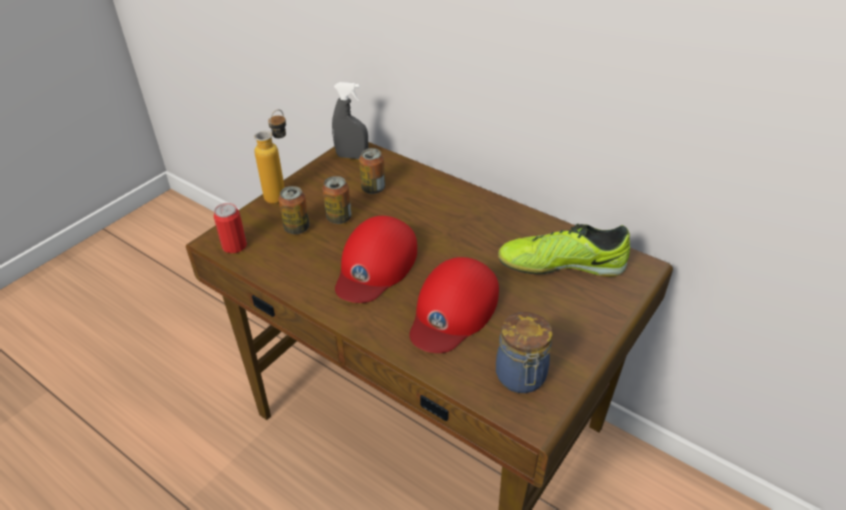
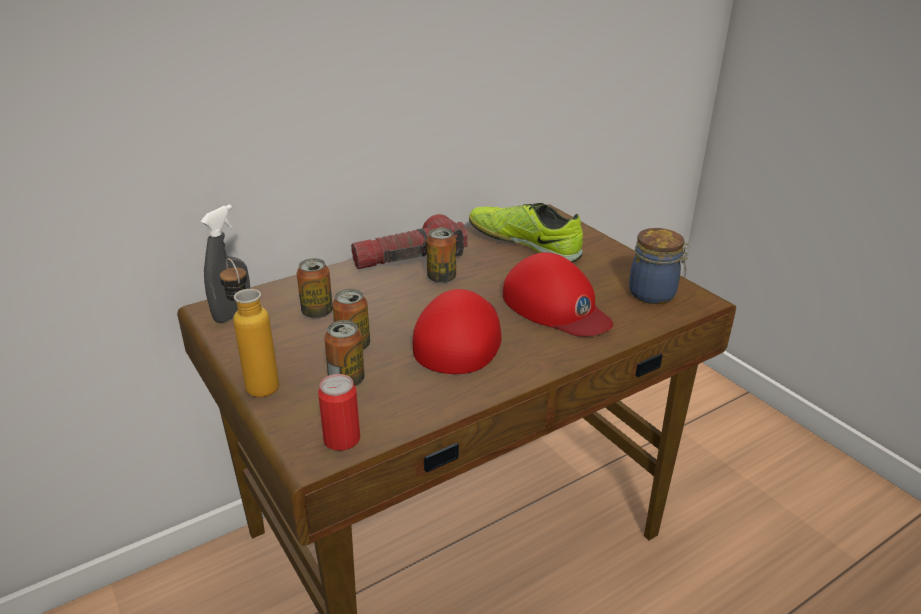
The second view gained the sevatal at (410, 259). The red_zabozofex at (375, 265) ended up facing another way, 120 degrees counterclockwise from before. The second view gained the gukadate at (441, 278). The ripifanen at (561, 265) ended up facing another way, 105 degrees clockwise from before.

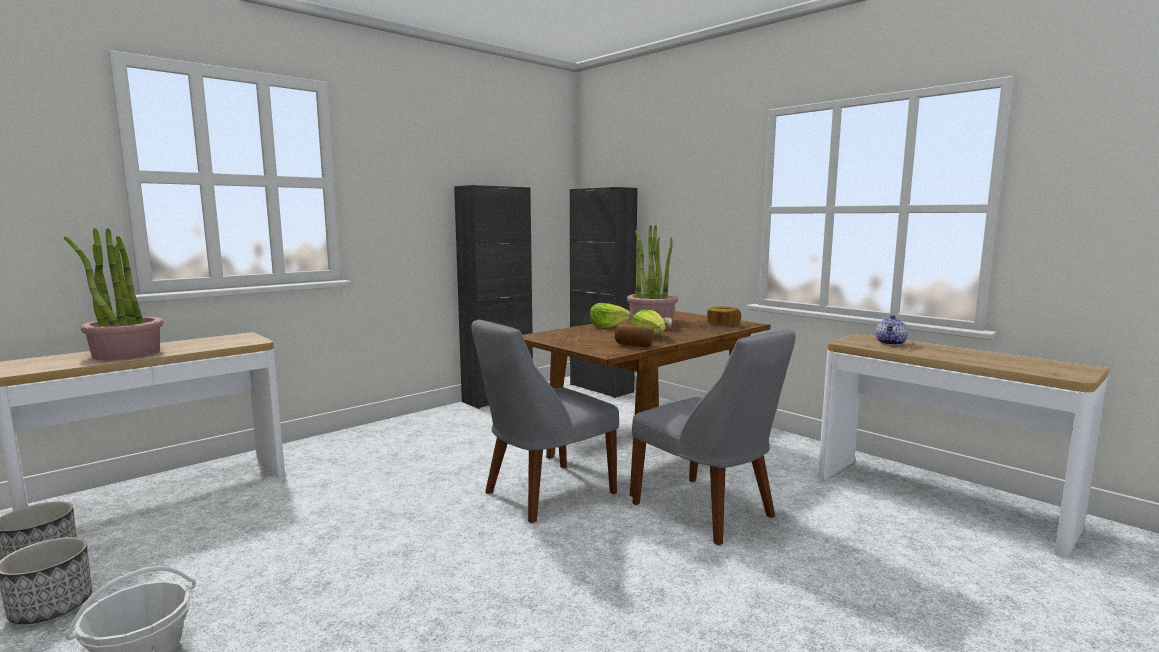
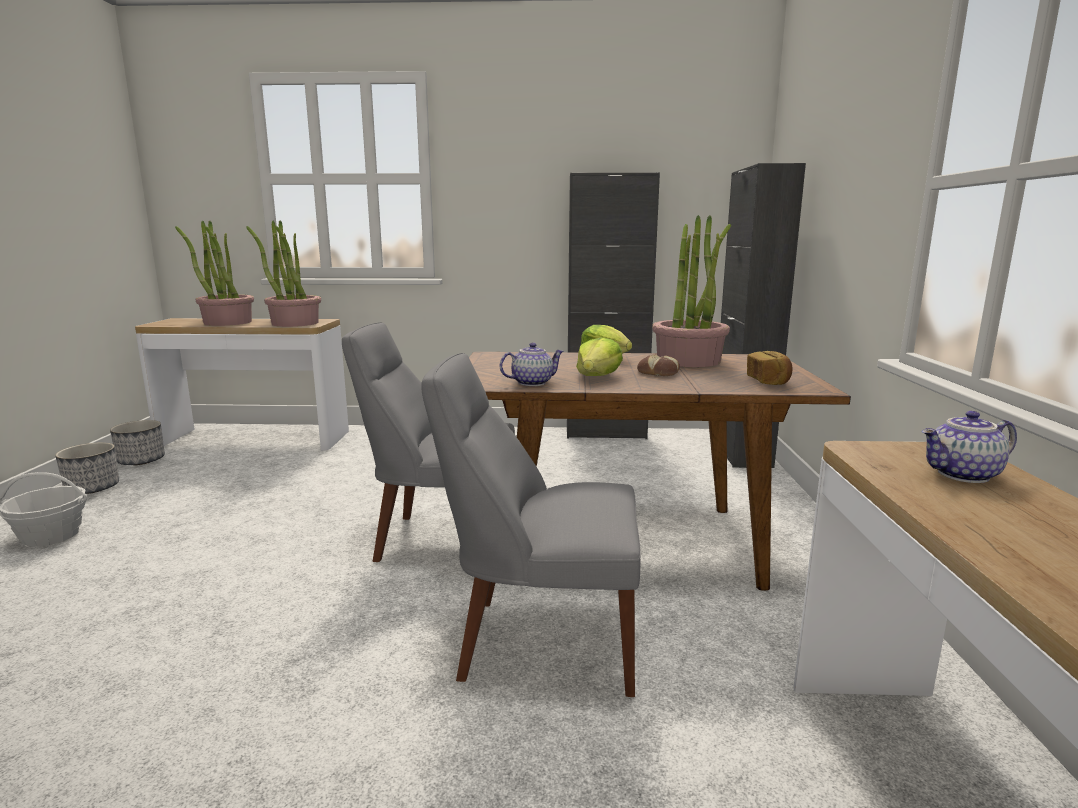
The second view gained the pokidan at (294, 323). The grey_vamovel at (708, 512) ended up facing another way, 90 degrees clockwise from before. Where the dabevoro stood at (634, 345), the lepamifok came to stand at (532, 383).

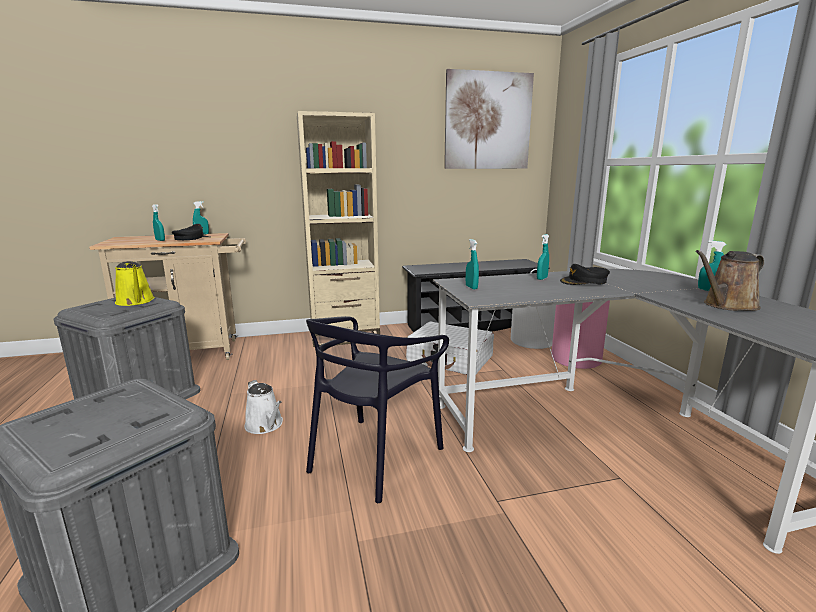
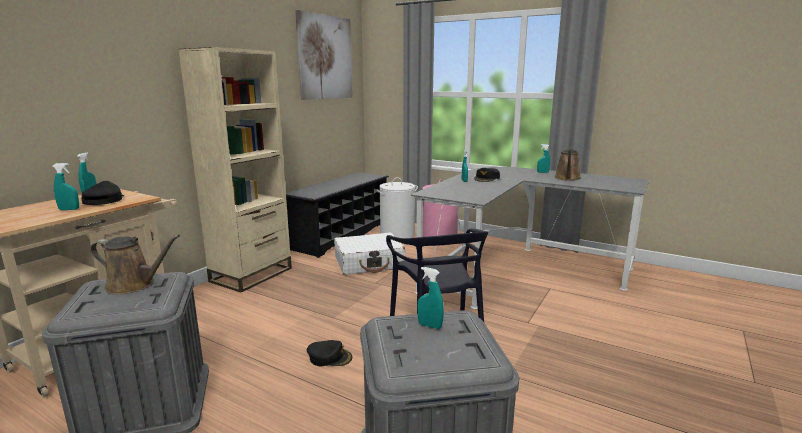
What was the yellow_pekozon at (136, 301) turned into the brown_pekozon at (134, 285). Where the white_pekozon stood at (265, 425), the black_zabozofex came to stand at (329, 357). The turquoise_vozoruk ended up elsewhere, having gone from (471, 287) to (429, 326).

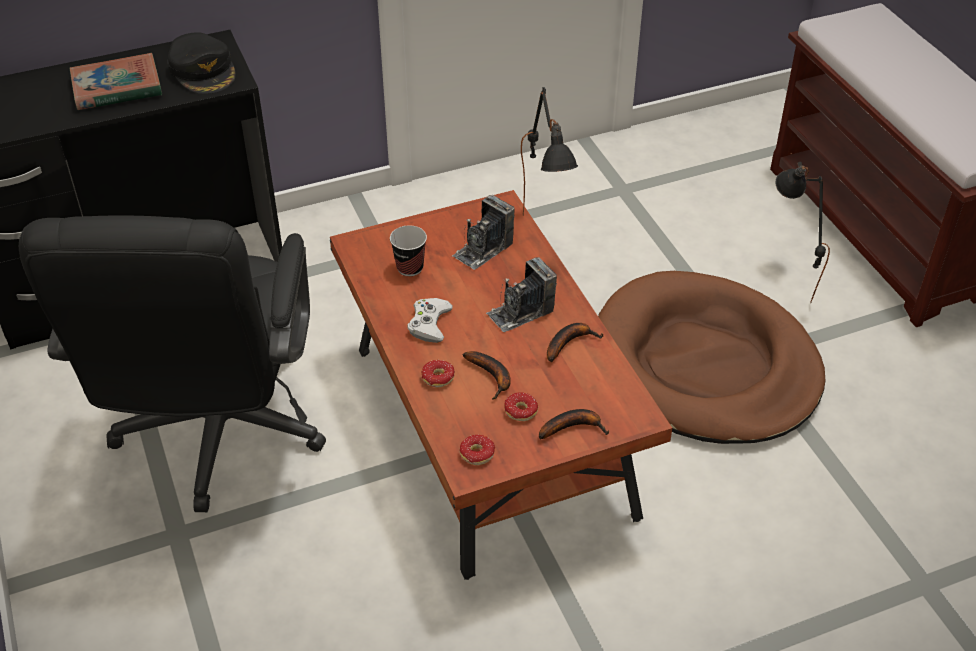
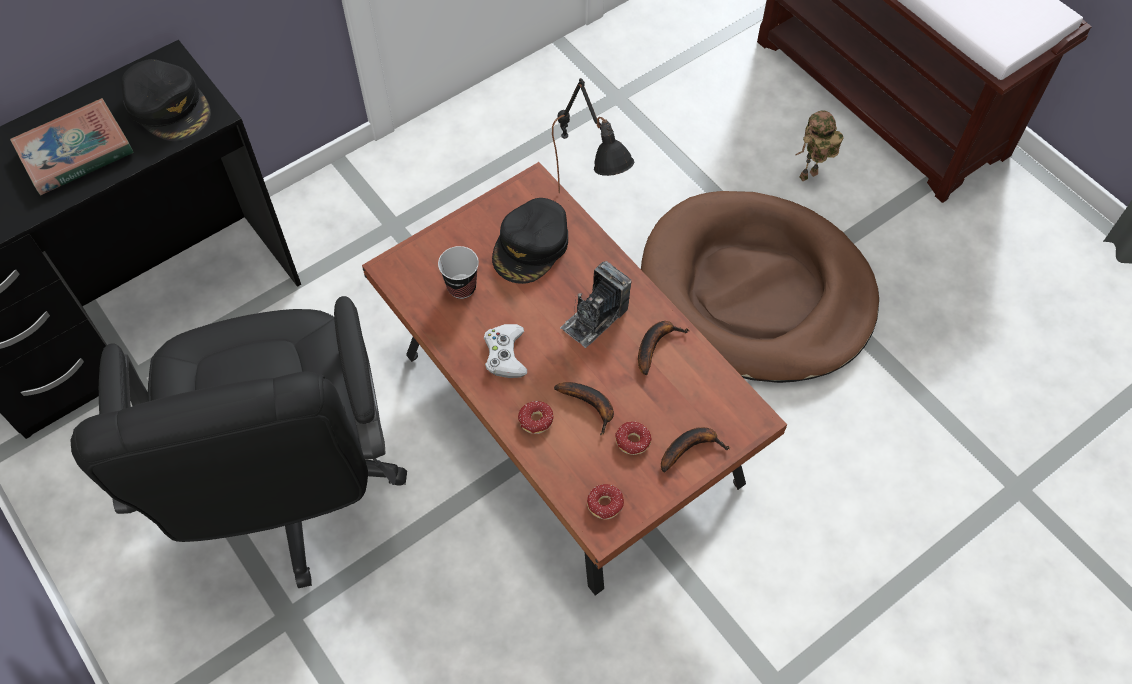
Where the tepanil stood at (483, 249), the black_zabozofex came to stand at (531, 246). Where the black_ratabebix stood at (786, 283), the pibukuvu came to stand at (808, 178).

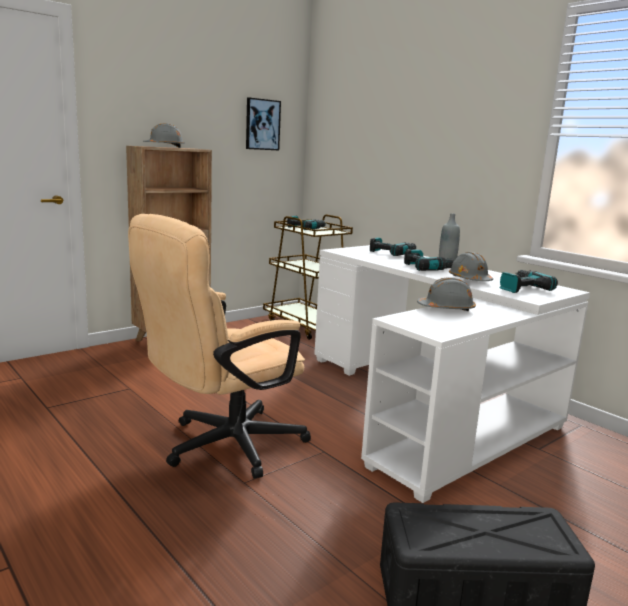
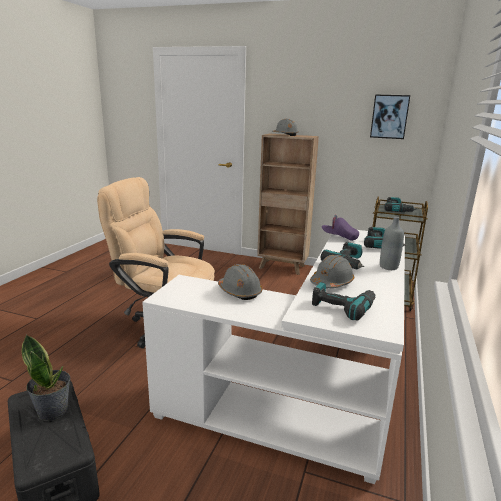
The second view gained the pokidan at (53, 410). The second view gained the purple_zabozofex at (339, 237).

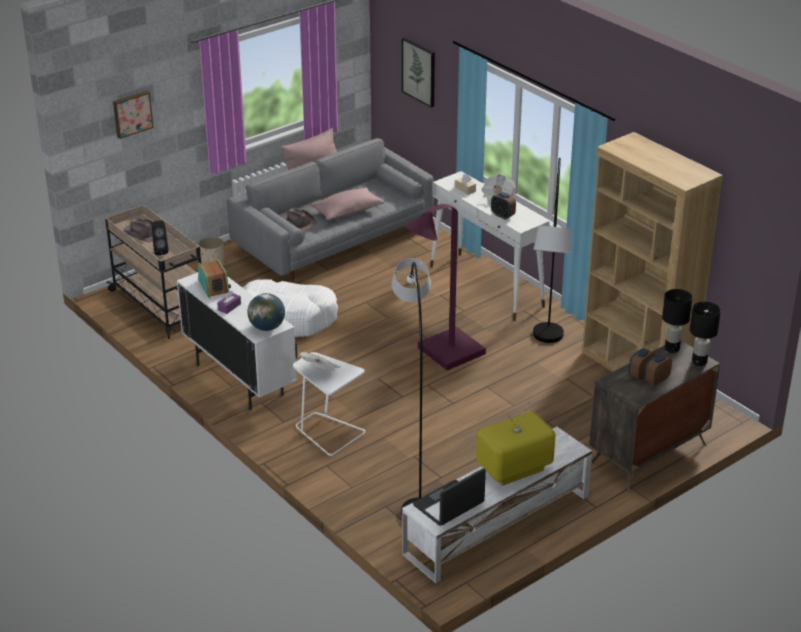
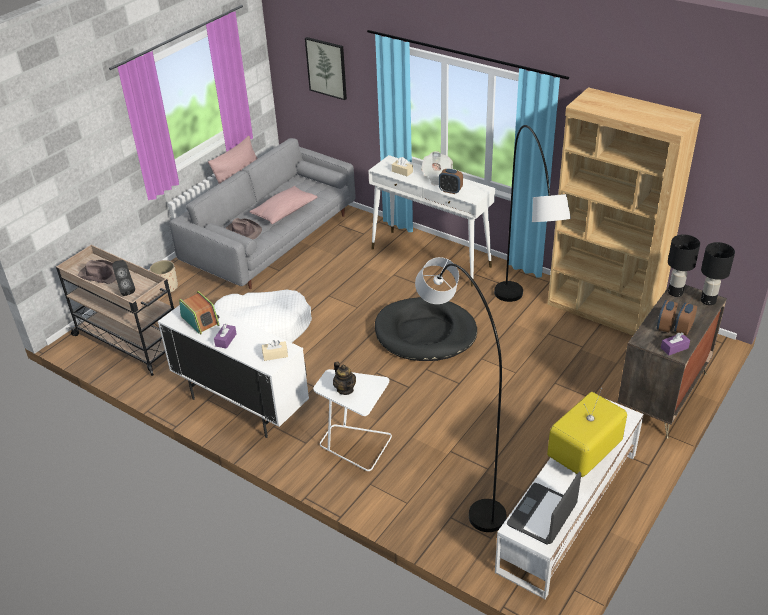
Where the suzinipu stood at (267, 327), the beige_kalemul came to stand at (275, 355). Where the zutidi stood at (320, 370), the lepamifok came to stand at (345, 389). Where the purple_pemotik stood at (443, 354), the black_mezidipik came to stand at (425, 333). The second view gained the purple_kalemul at (674, 348). The second view lost the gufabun at (132, 113).

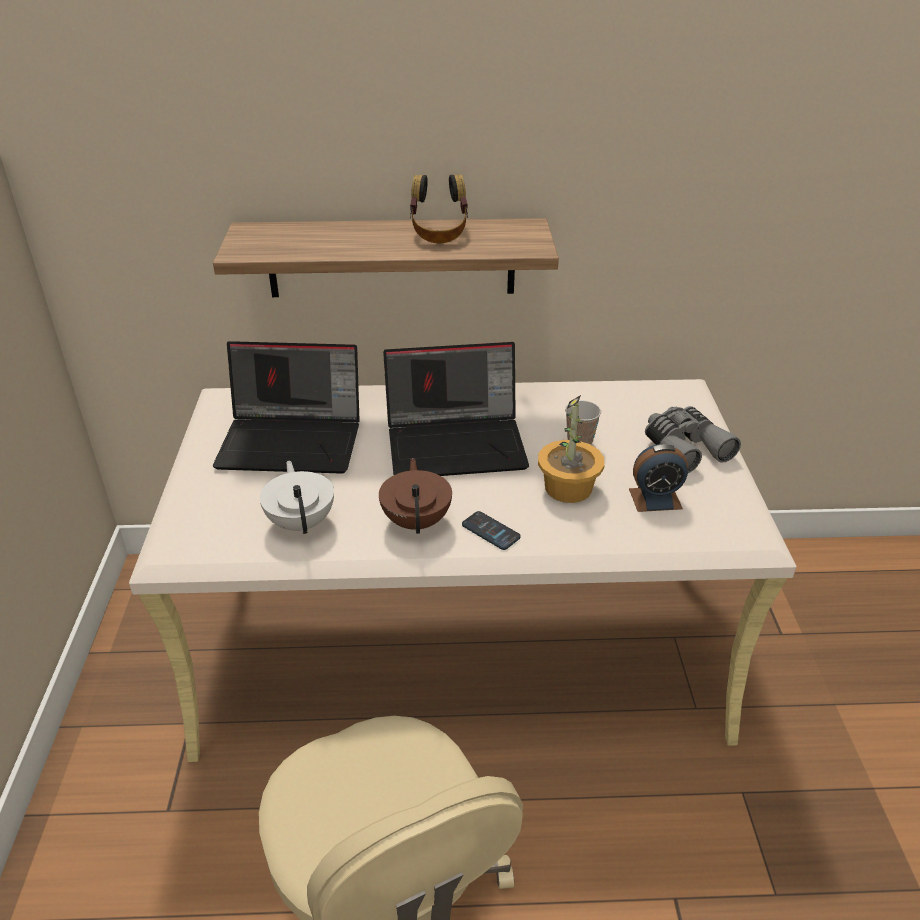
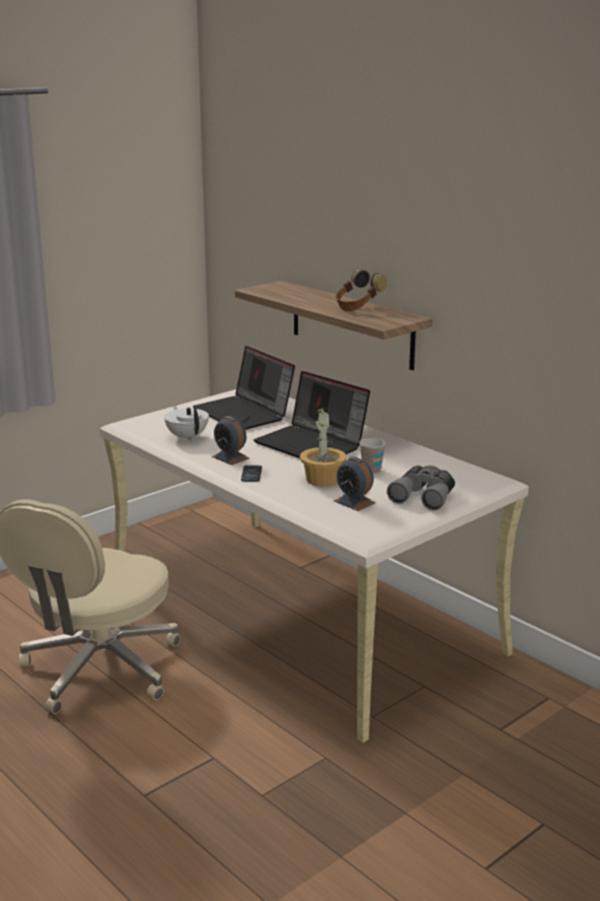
The white_lepamifok at (301, 522) ended up facing another way, 60 degrees counterclockwise from before. Where the brown_lepamifok stood at (417, 521), the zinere came to stand at (230, 457).

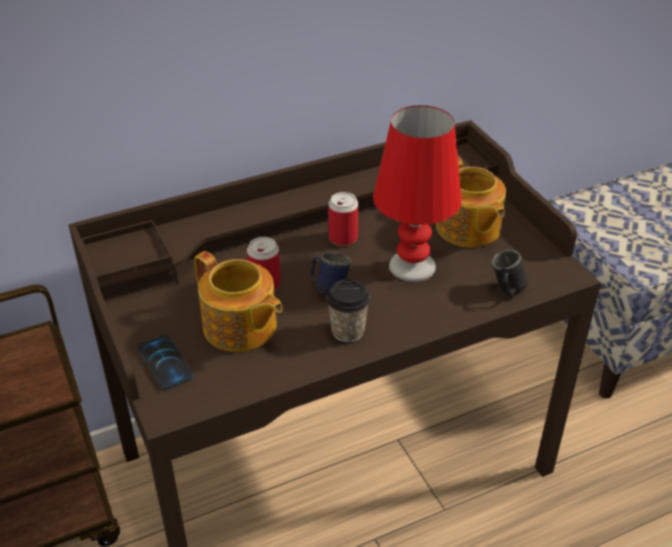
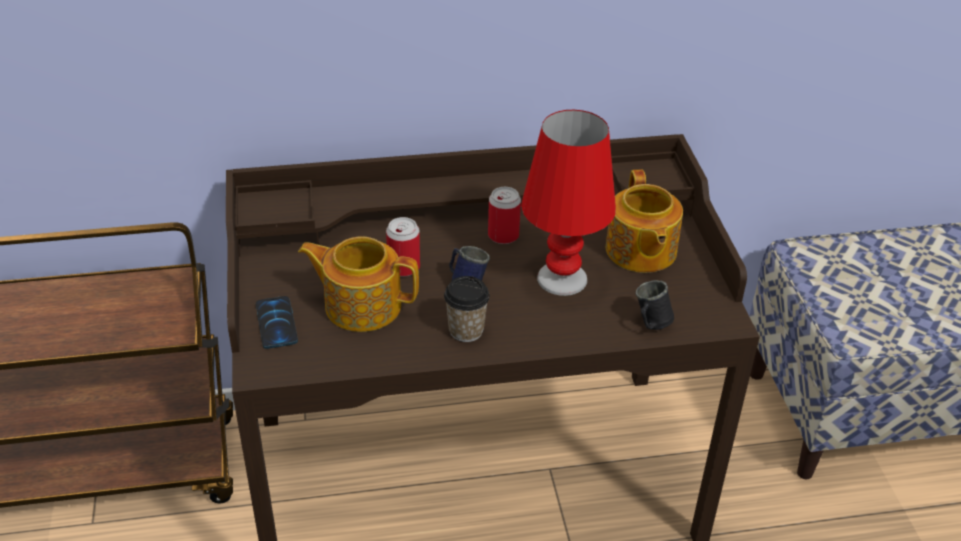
The lepamifok at (240, 328) ended up facing another way, 135 degrees clockwise from before.

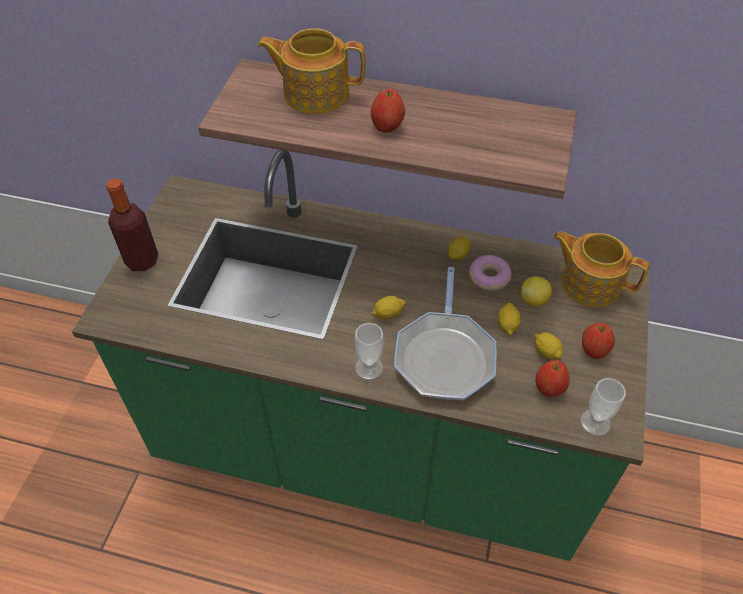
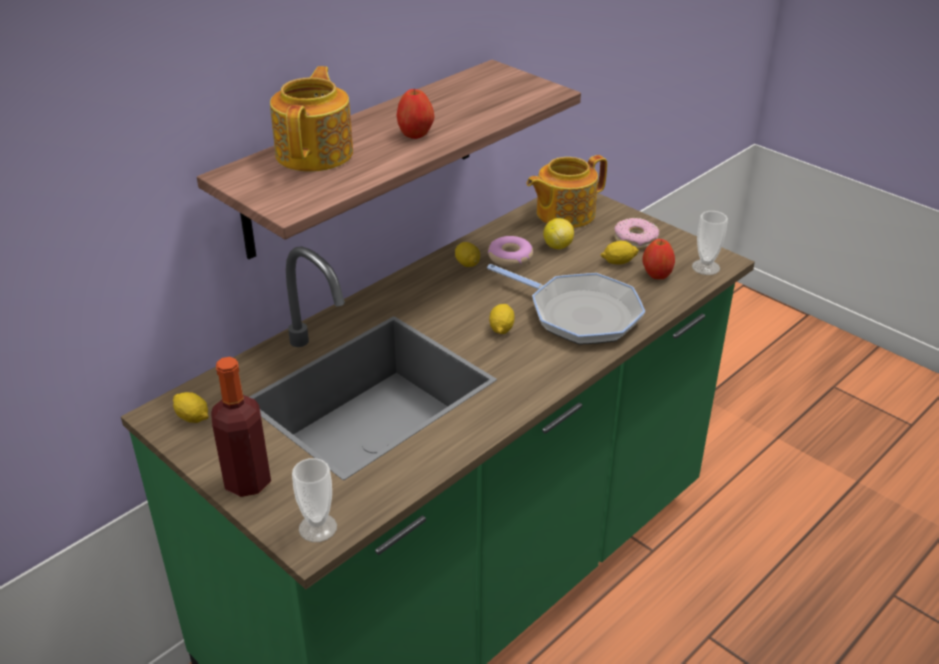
The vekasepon ended up elsewhere, having gone from (507, 325) to (192, 417). The lepamifok at (314, 93) ended up facing another way, 150 degrees clockwise from before. The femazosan ended up elsewhere, having gone from (369, 367) to (318, 528). Where the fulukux stood at (593, 350), the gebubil came to stand at (635, 240).

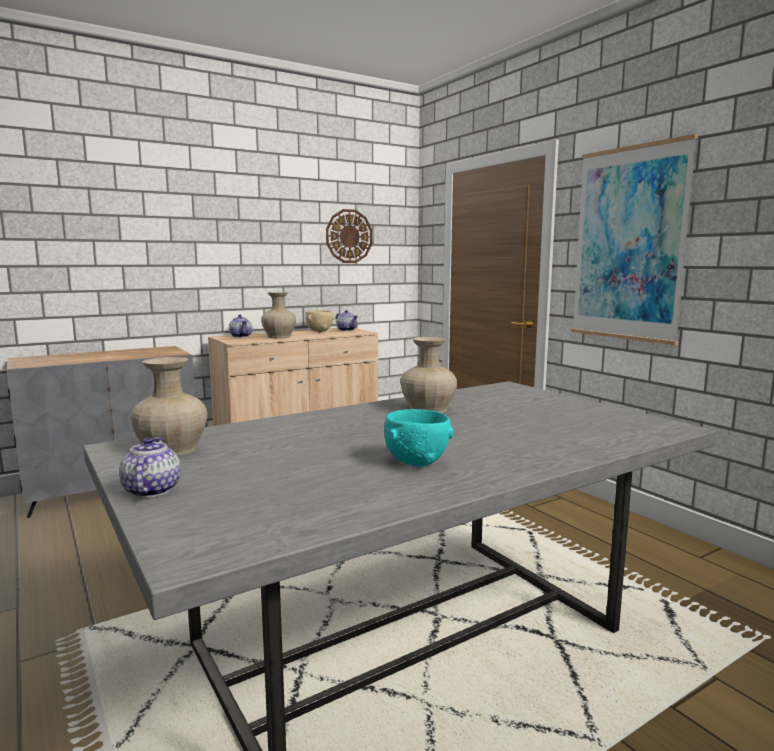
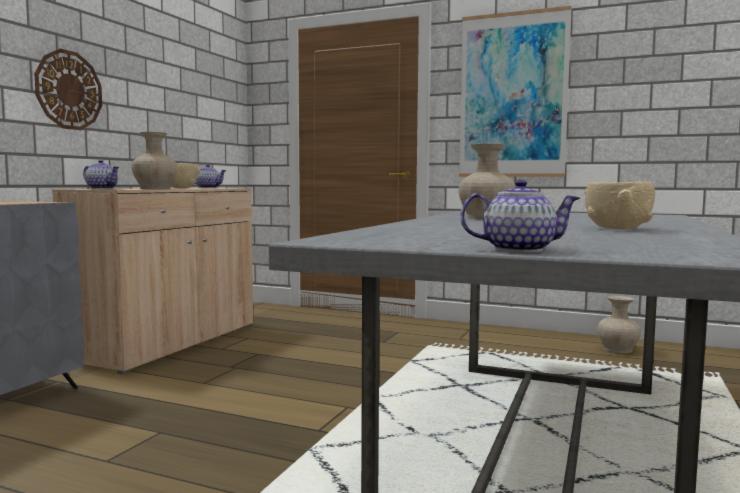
The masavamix ended up elsewhere, having gone from (349, 236) to (69, 90). The lepamifok at (151, 490) ended up facing another way, 135 degrees clockwise from before. What was the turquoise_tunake at (416, 462) turned into the beige_tunake at (617, 229). The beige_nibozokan ended up elsewhere, having gone from (173, 449) to (617, 349).

